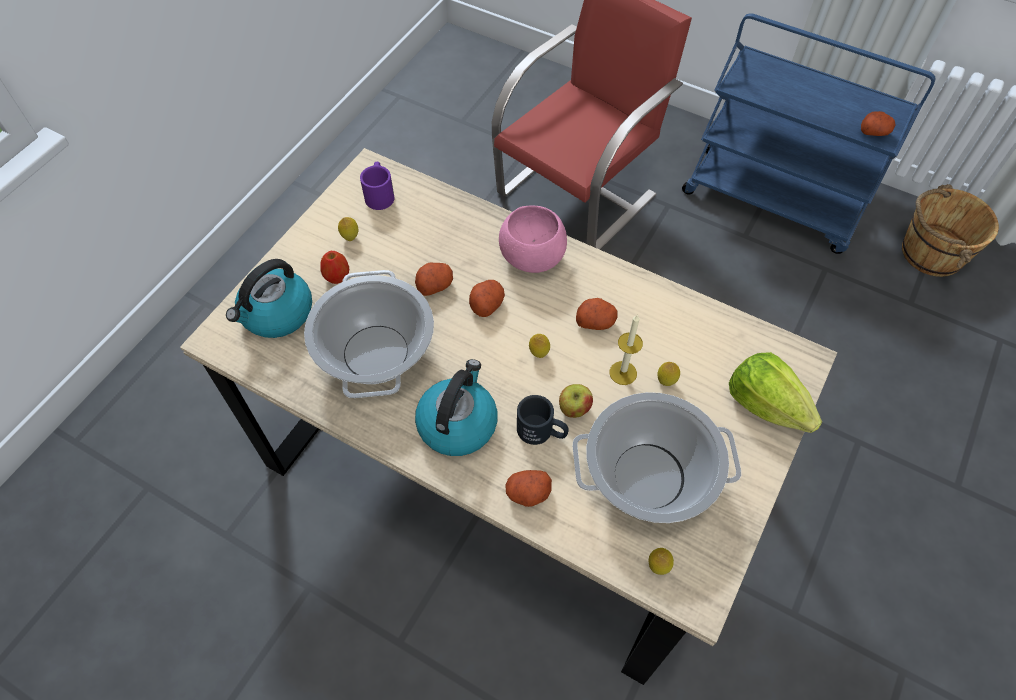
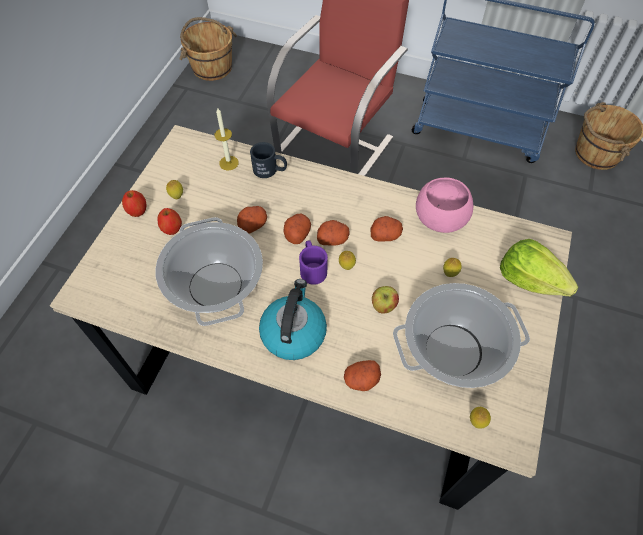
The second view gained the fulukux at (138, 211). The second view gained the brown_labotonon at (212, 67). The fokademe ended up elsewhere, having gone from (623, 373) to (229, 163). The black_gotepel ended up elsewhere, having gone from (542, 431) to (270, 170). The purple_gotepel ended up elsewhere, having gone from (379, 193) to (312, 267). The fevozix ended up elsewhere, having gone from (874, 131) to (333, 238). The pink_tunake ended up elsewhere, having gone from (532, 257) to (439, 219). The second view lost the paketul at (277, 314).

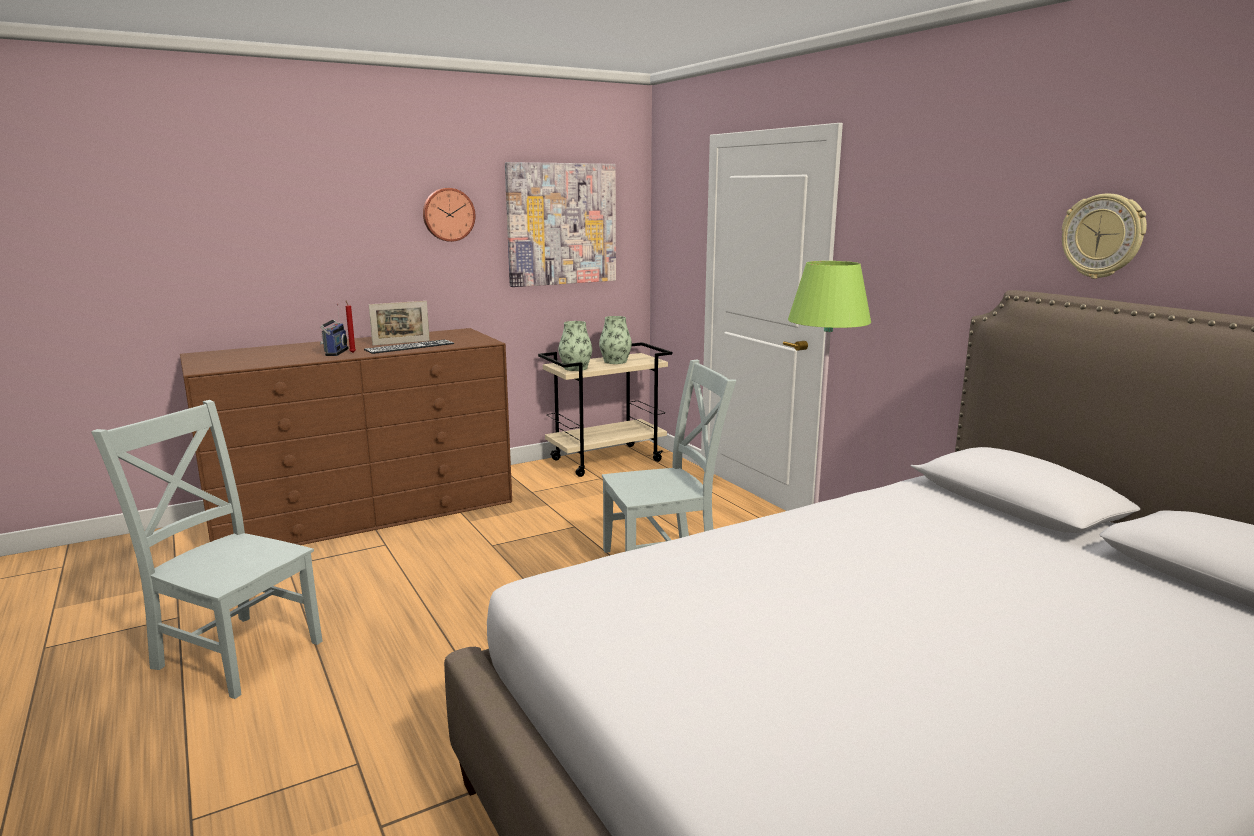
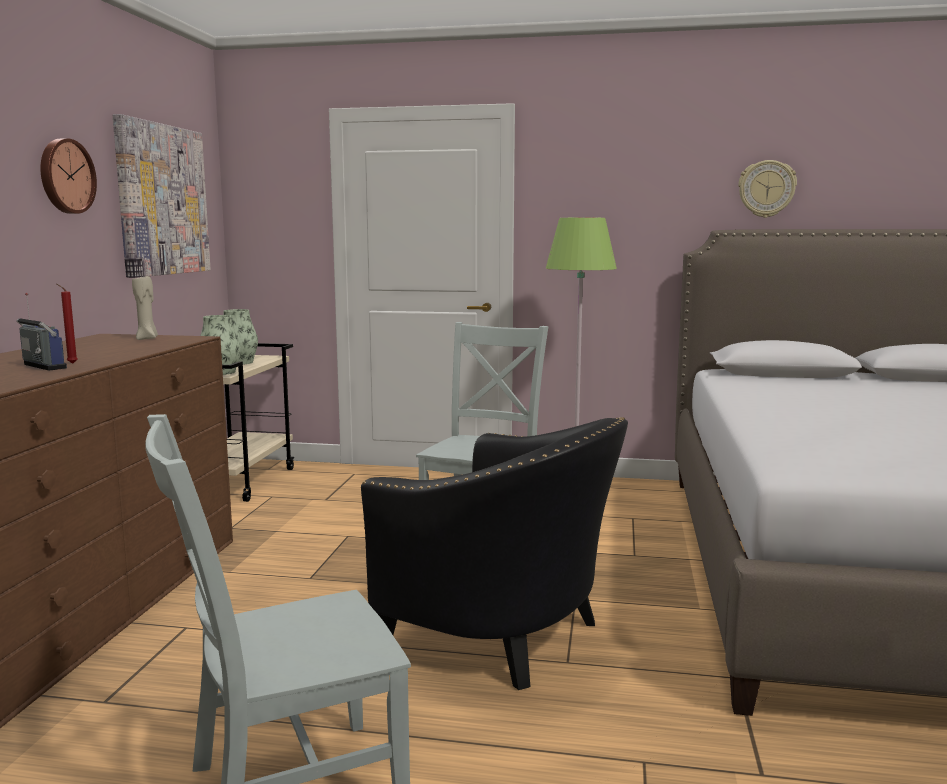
The second view gained the beige_fokademe at (147, 339). The second view gained the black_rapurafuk at (504, 636). The second view lost the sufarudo at (409, 347). The second view lost the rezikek at (401, 343).

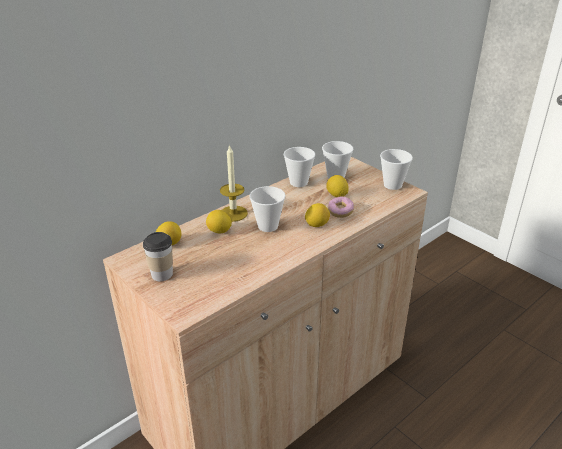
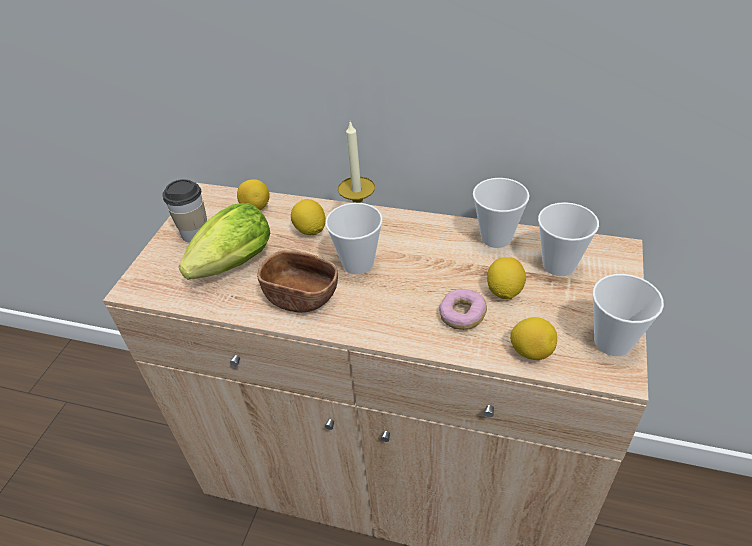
The second view gained the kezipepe at (230, 267). The second view gained the brown_tunake at (301, 296). The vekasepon ended up elsewhere, having gone from (317, 225) to (531, 351).

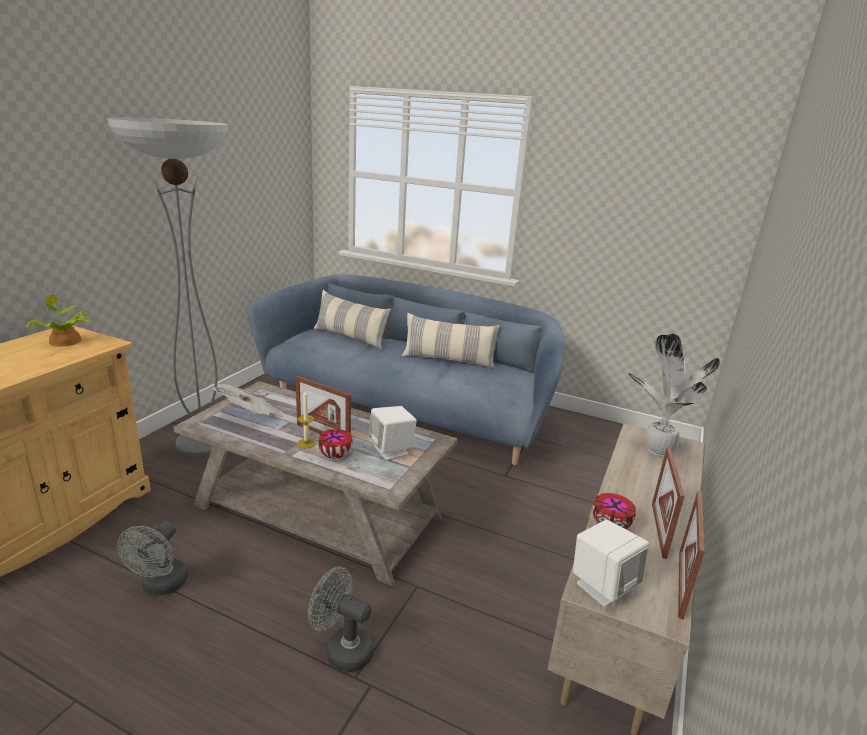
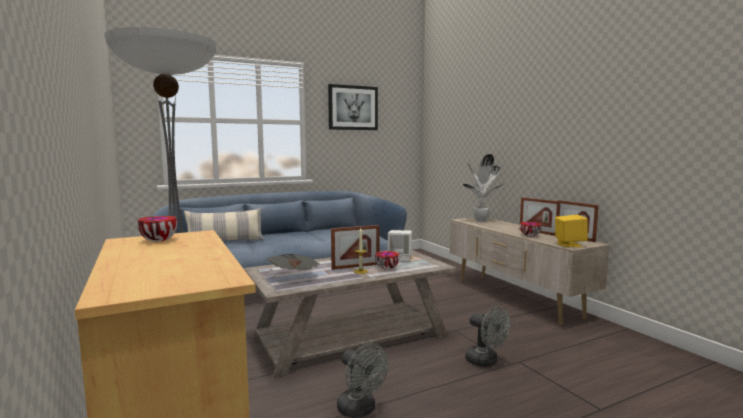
Where the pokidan stood at (64, 341), the tunake came to stand at (159, 241). The second view gained the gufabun at (353, 108). The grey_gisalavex at (342, 649) ended up facing another way, 105 degrees counterclockwise from before. What was the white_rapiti at (603, 586) turned into the yellow_rapiti at (569, 244). The second view lost the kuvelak at (448, 360).

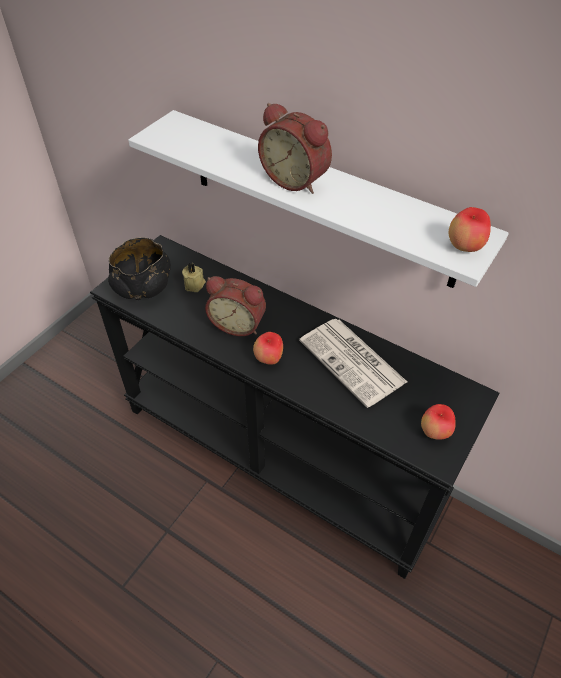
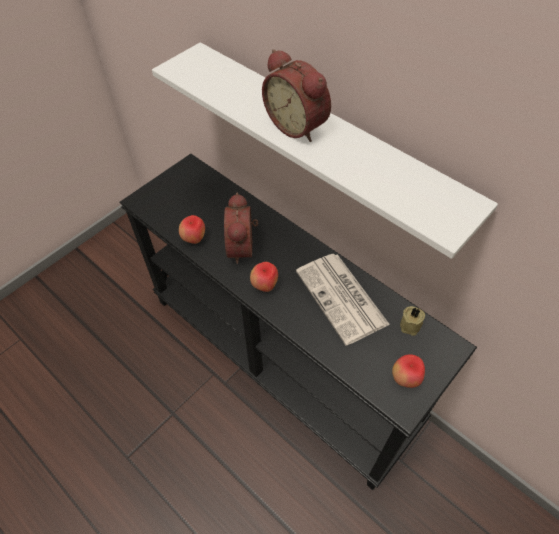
The fulukux ended up elsewhere, having gone from (464, 247) to (194, 239). The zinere at (238, 323) ended up facing another way, 60 degrees clockwise from before. The beige_fokademe ended up elsewhere, having gone from (195, 285) to (411, 325). The second view lost the black_tunake at (143, 286).

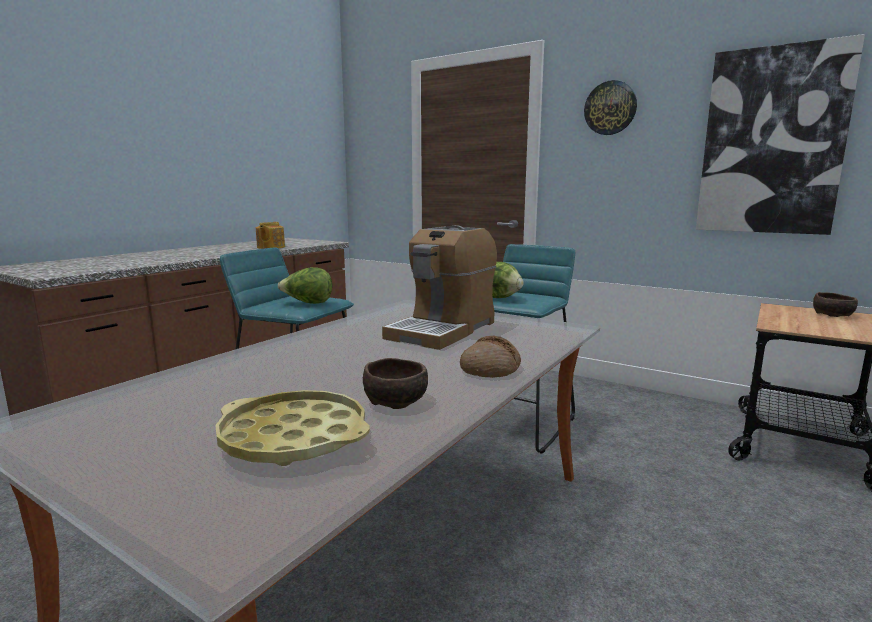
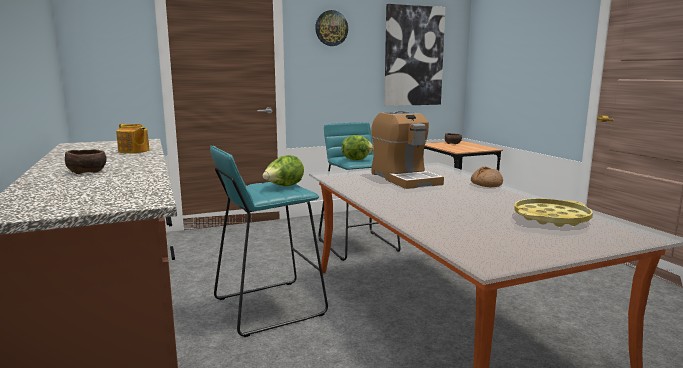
The brown_tunake ended up elsewhere, having gone from (397, 400) to (88, 171).

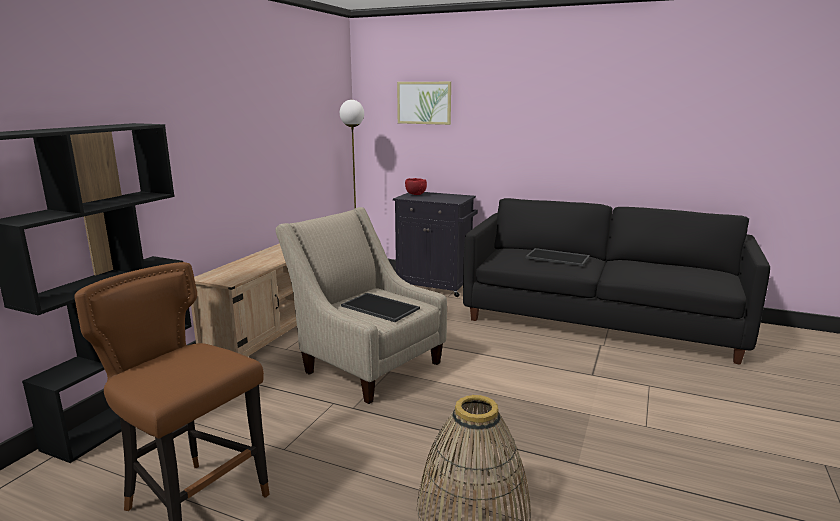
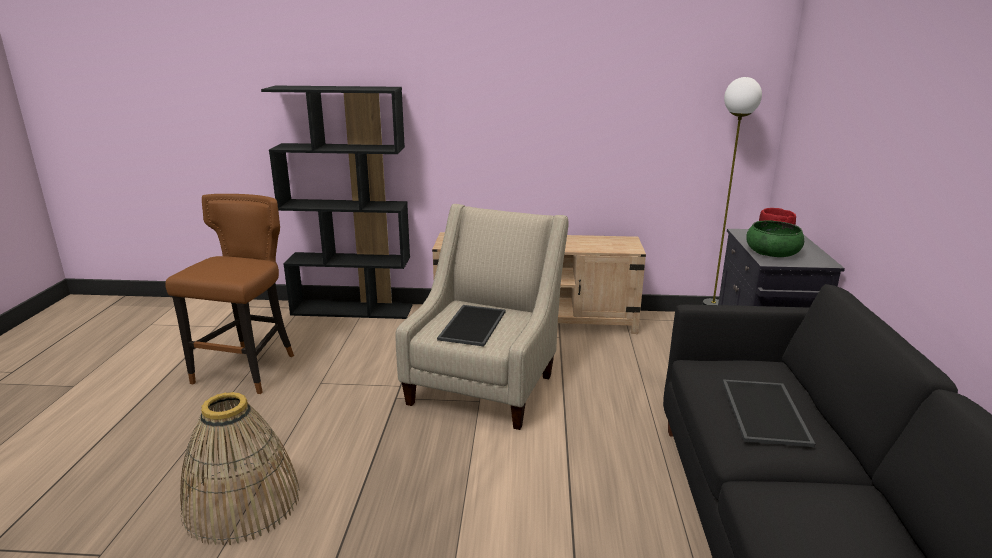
The second view gained the green_tunake at (772, 252). The second view lost the gufabun at (424, 103).

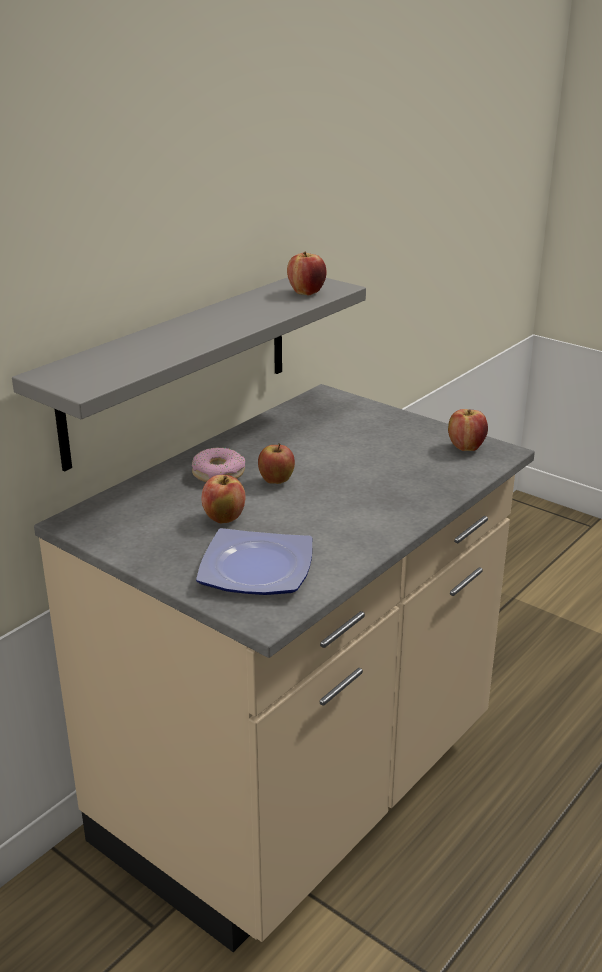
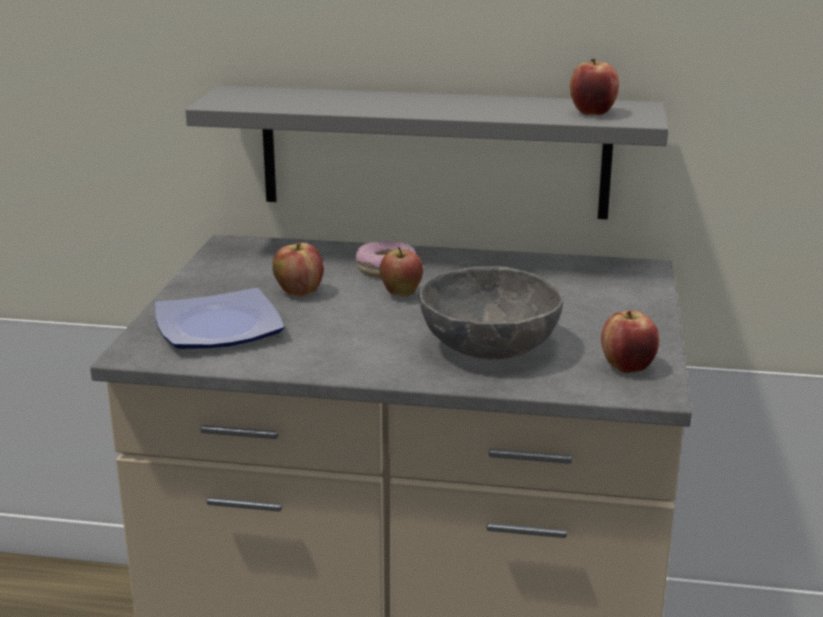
The second view gained the grey_tunake at (488, 347).

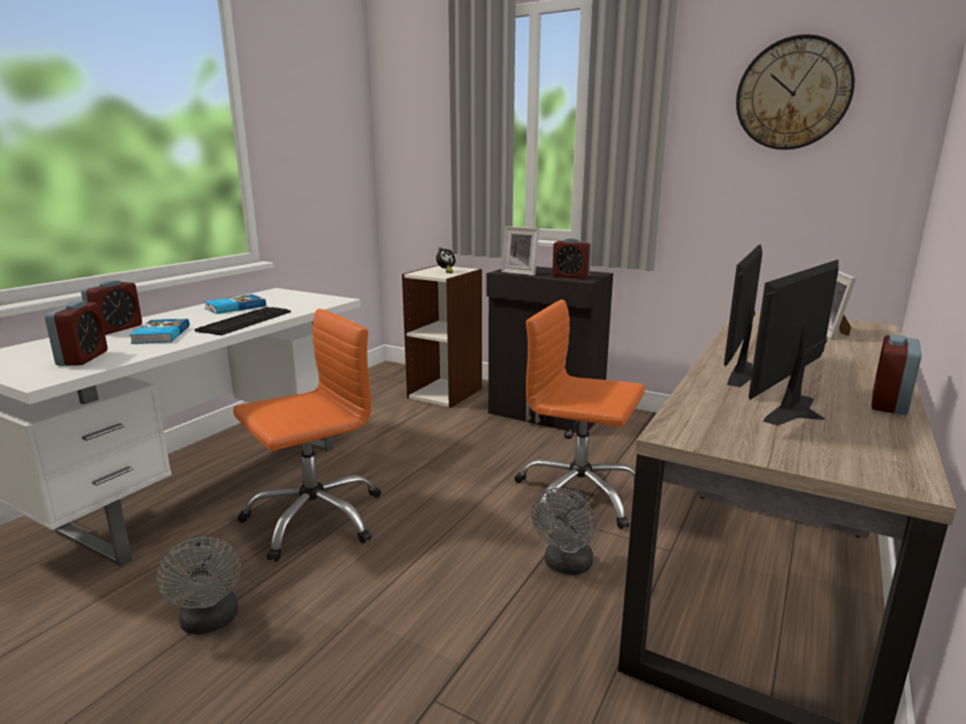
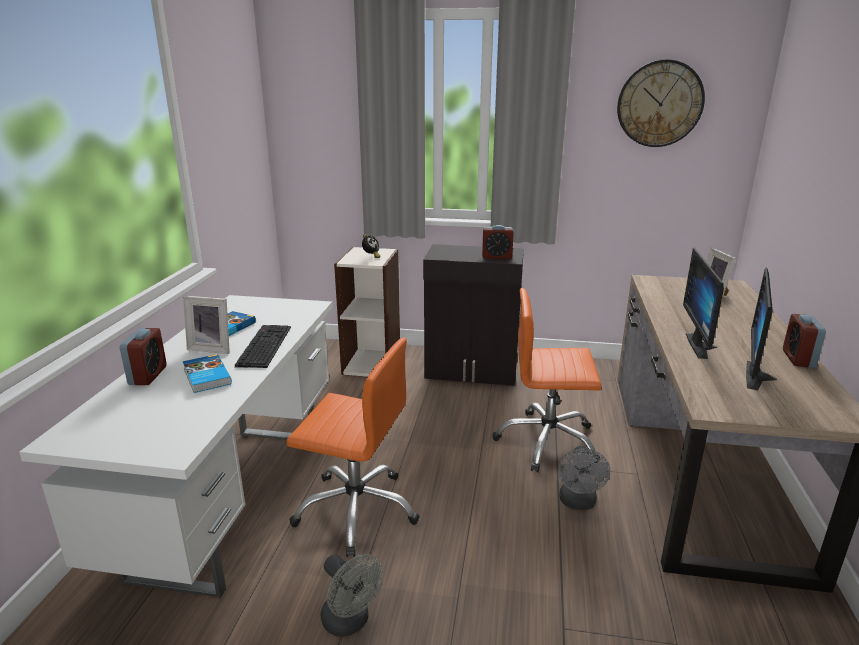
The rezikek ended up elsewhere, having gone from (521, 273) to (212, 348). The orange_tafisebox at (314, 518) ended up facing another way, 75 degrees clockwise from before. The second view lost the zinere at (83, 358).

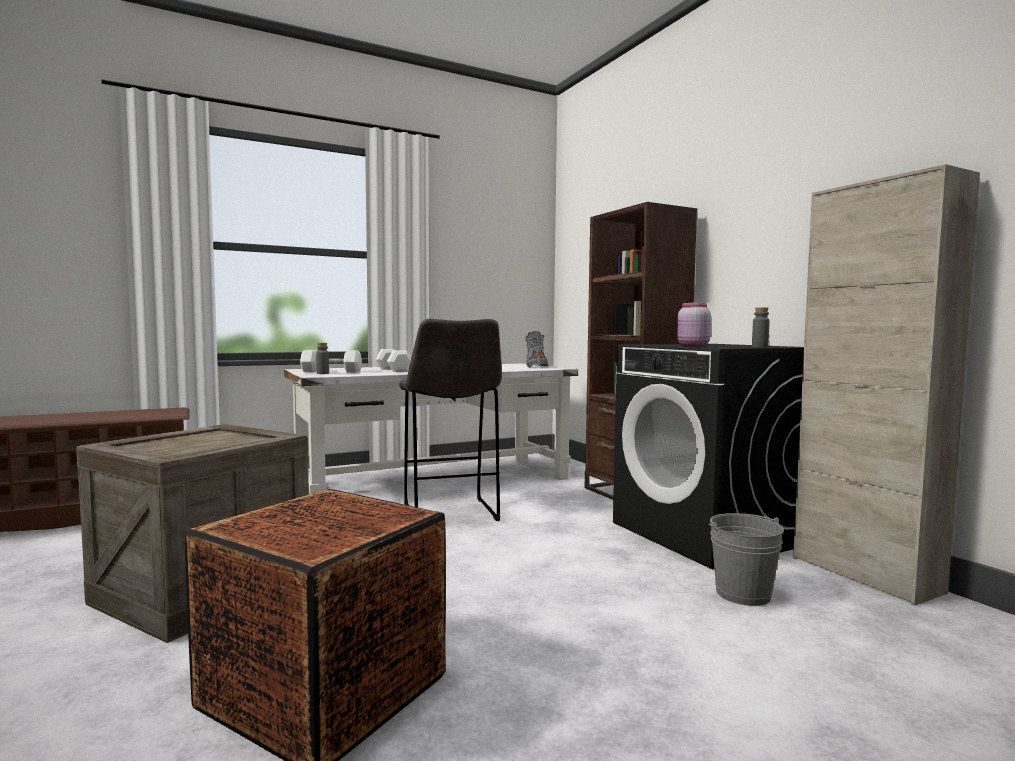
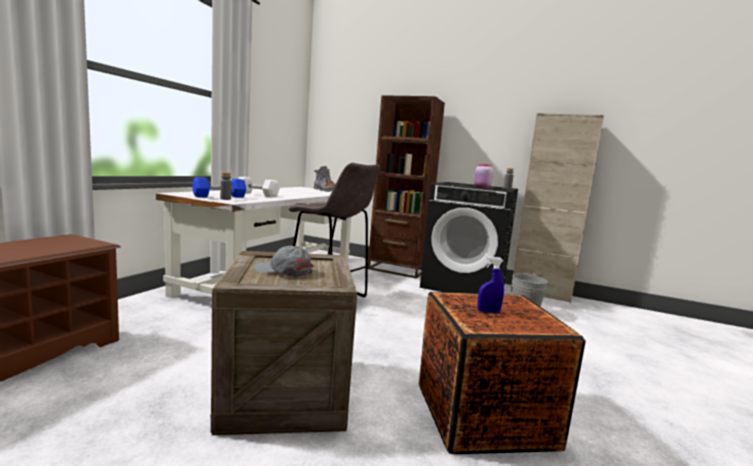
What was the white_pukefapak at (331, 371) turned into the blue_pukefapak at (219, 196). The second view gained the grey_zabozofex at (284, 271). The second view gained the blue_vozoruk at (488, 311).

